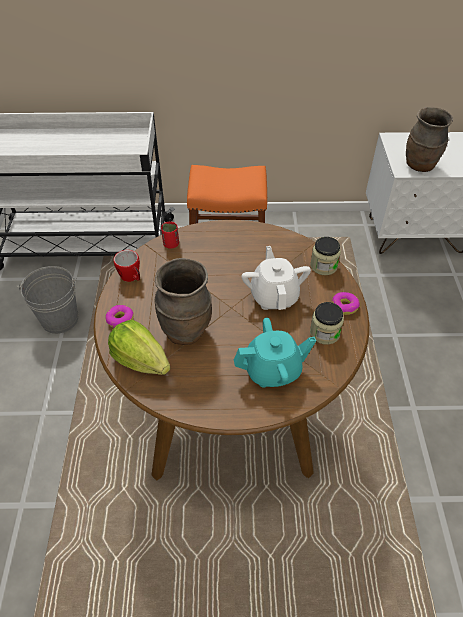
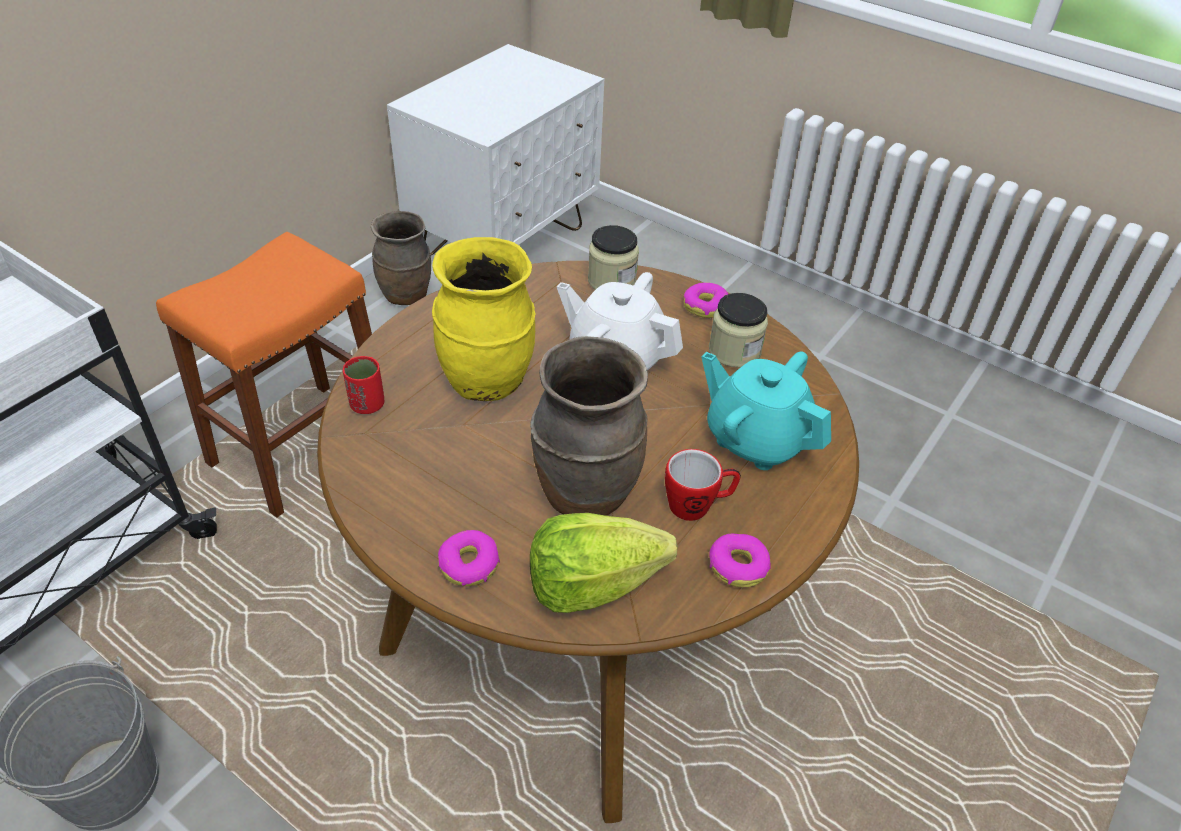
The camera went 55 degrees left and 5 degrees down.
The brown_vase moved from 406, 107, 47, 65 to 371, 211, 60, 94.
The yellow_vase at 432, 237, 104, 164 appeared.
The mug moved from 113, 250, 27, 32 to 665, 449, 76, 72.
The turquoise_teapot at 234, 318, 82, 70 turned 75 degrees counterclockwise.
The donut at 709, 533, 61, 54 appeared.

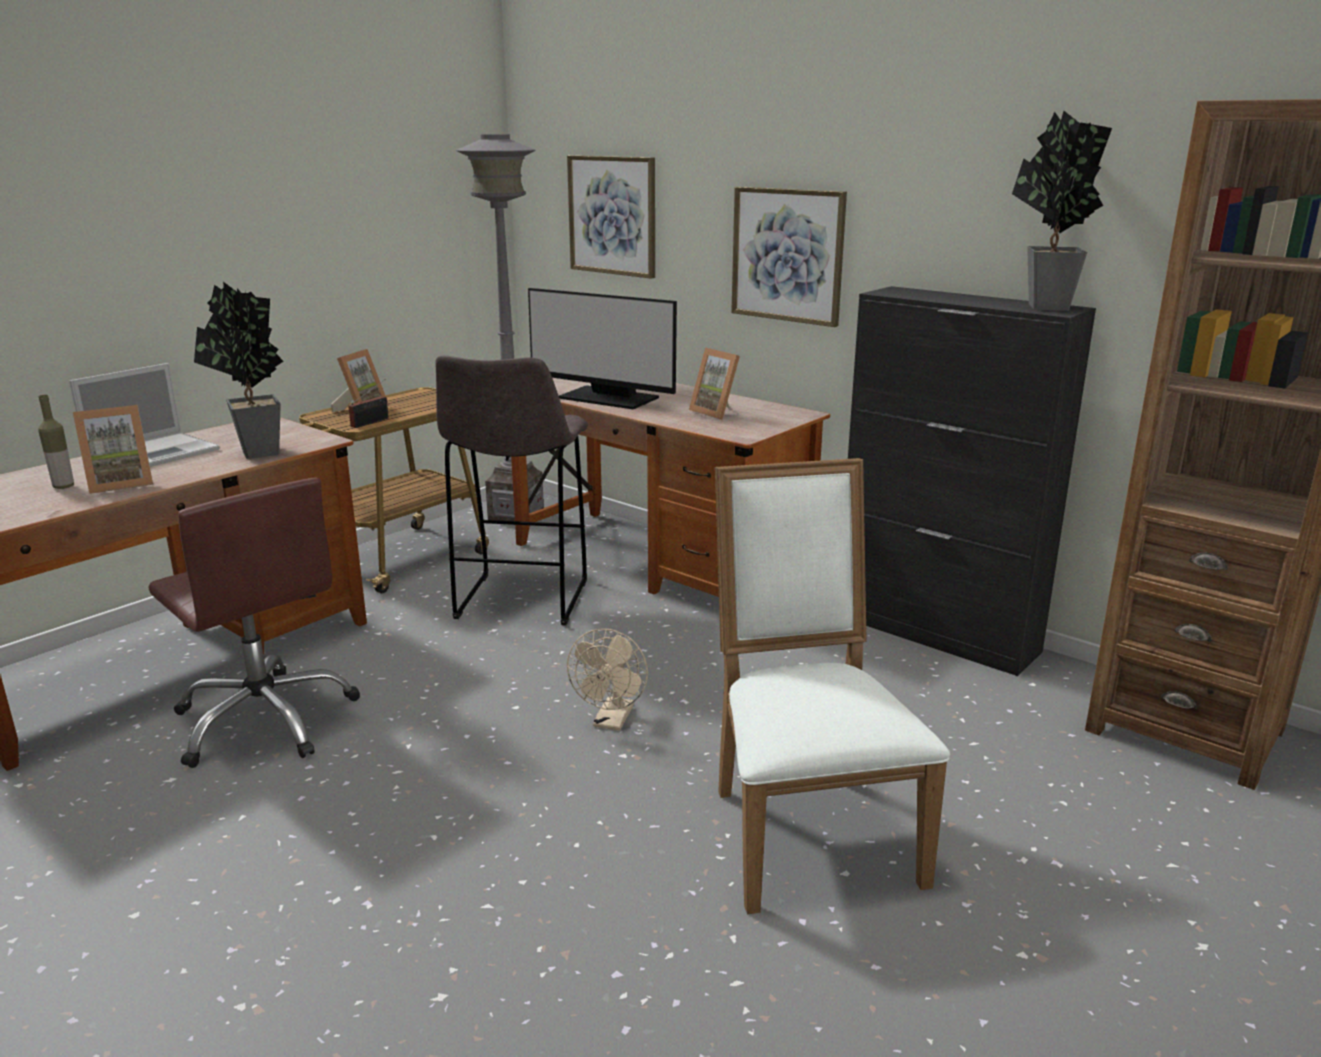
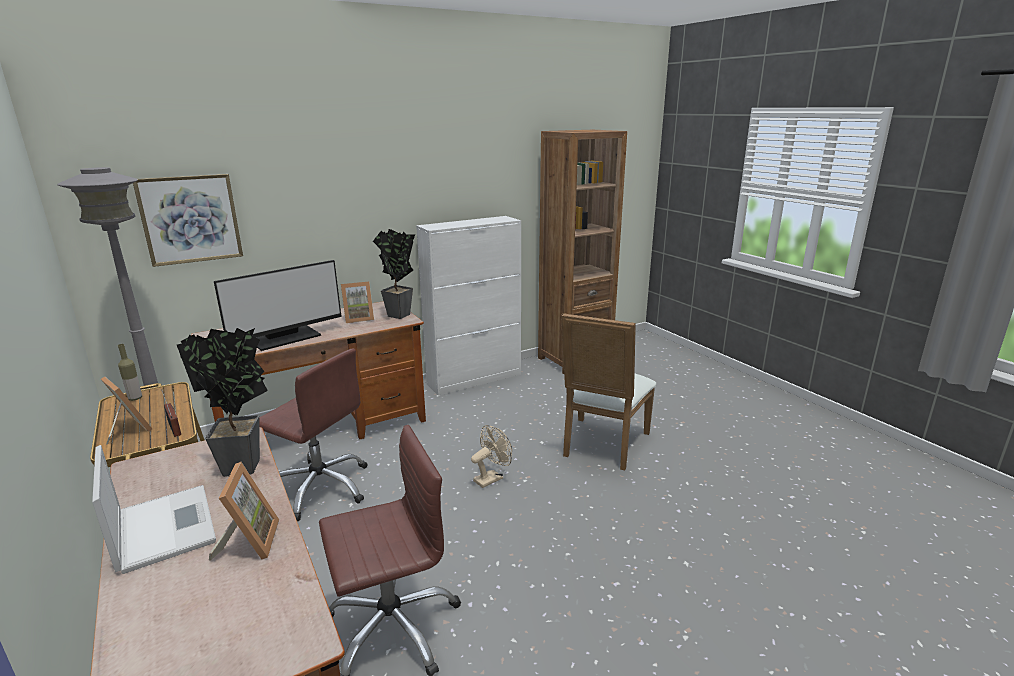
The camera went 70 degrees left and 0 degrees up.
The bottle moved from 38, 395, 36, 94 to 118, 344, 24, 57.
The grey_stool at 435, 355, 153, 270 was replaced by the brown_office_chair at 259, 348, 108, 173.
The potted_plant moved from 1012, 111, 100, 200 to 373, 229, 42, 90.
The black_cabinet at 848, 286, 248, 390 became the white_cabinet at 416, 216, 105, 180.
The beige_fan at 567, 629, 81, 101 turned 75 degrees counterclockwise.
The white_chair at 715, 458, 235, 456 turned 75 degrees counterclockwise.
The picture at 731, 187, 116, 140 disappeared.

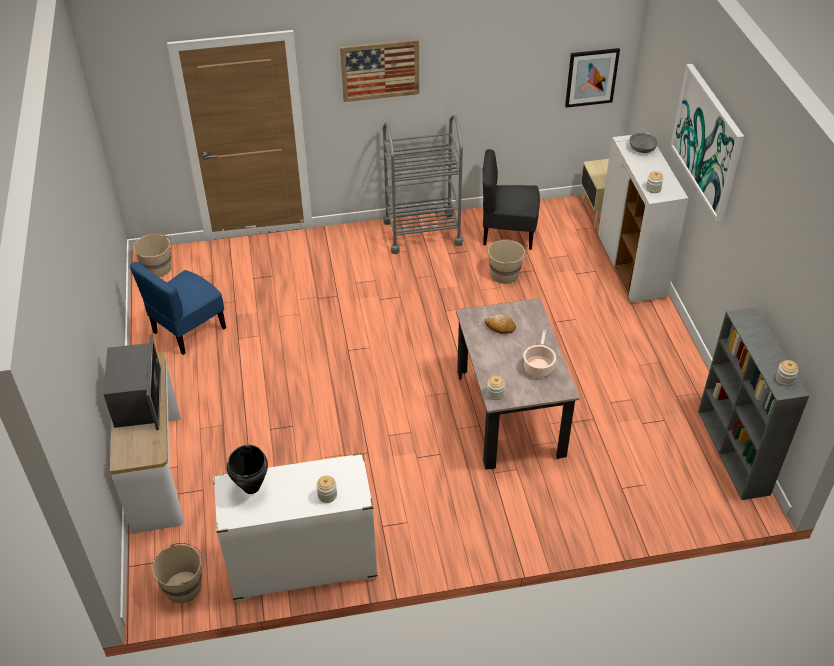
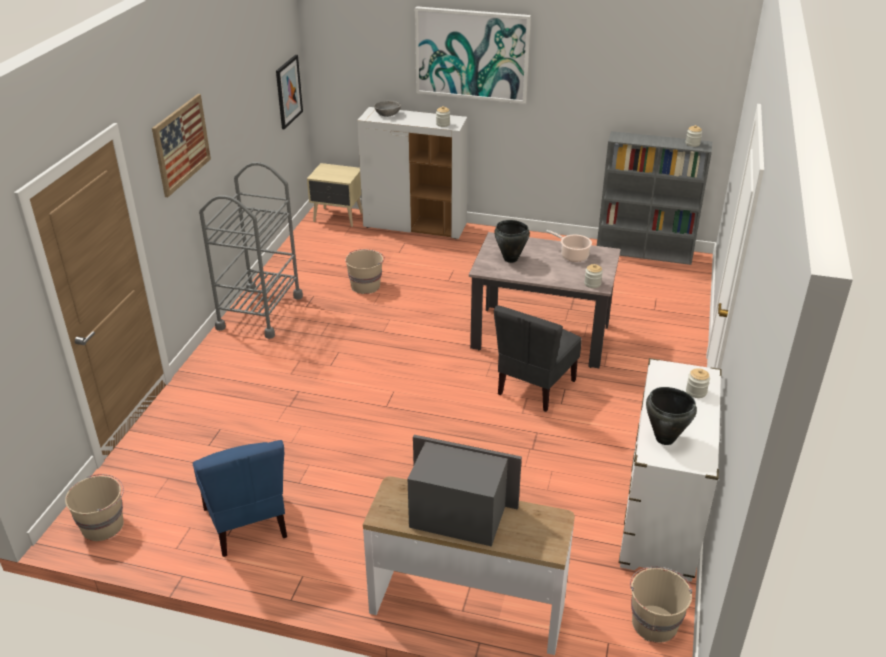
The camera went 65 degrees left and 10 degrees down.
The bread at 484, 315, 32, 19 was replaced by the black_cooking_pot at 494, 220, 36, 43.
The grey_chair moved from 483, 149, 57, 101 to 494, 305, 88, 107.

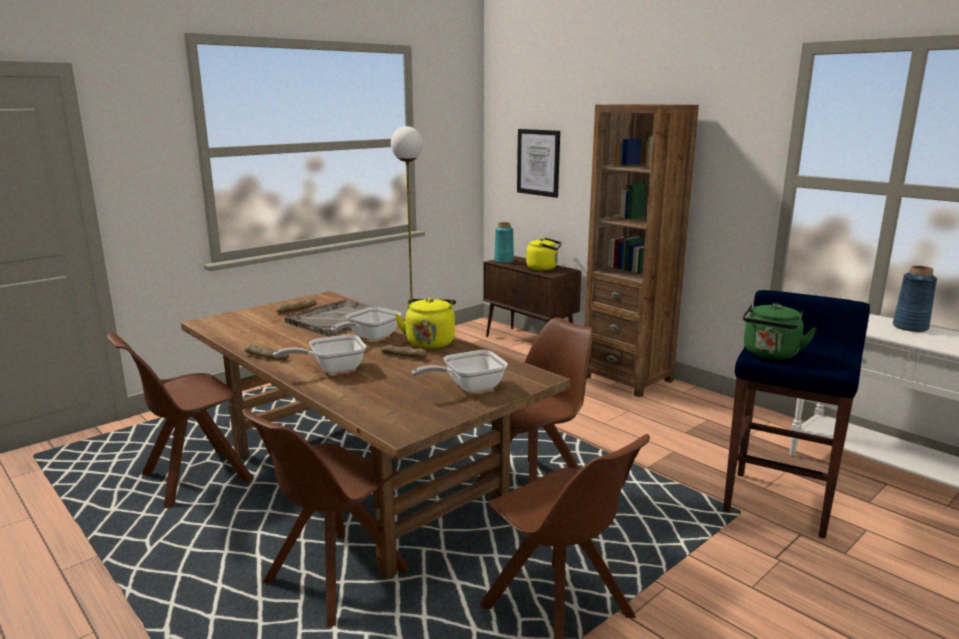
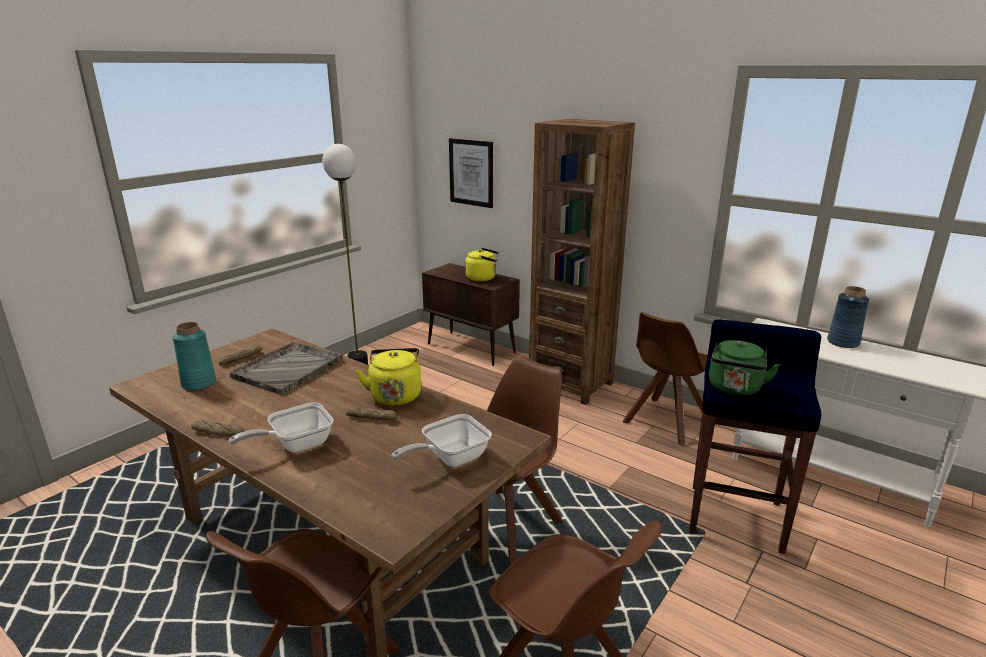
The camera went 10 degrees left and 5 degrees up.
The turquoise_vase moved from 494, 222, 20, 41 to 173, 322, 43, 68.
The brown_chair moved from 107, 333, 146, 175 to 623, 312, 85, 134.
The frying_pan at 331, 307, 70, 33 disappeared.

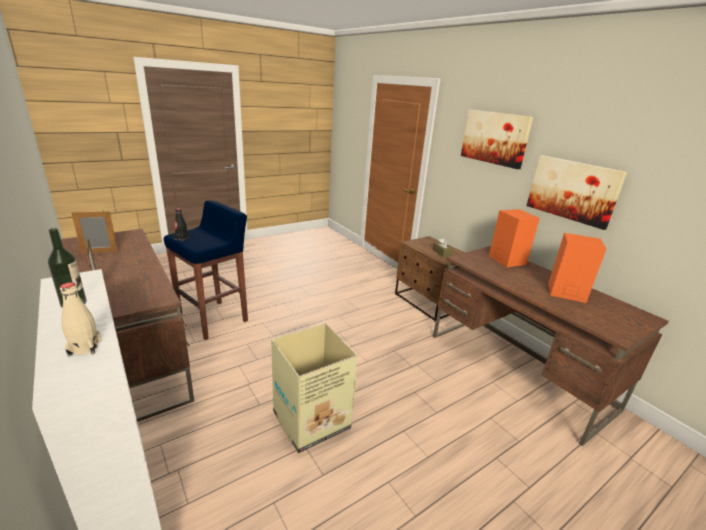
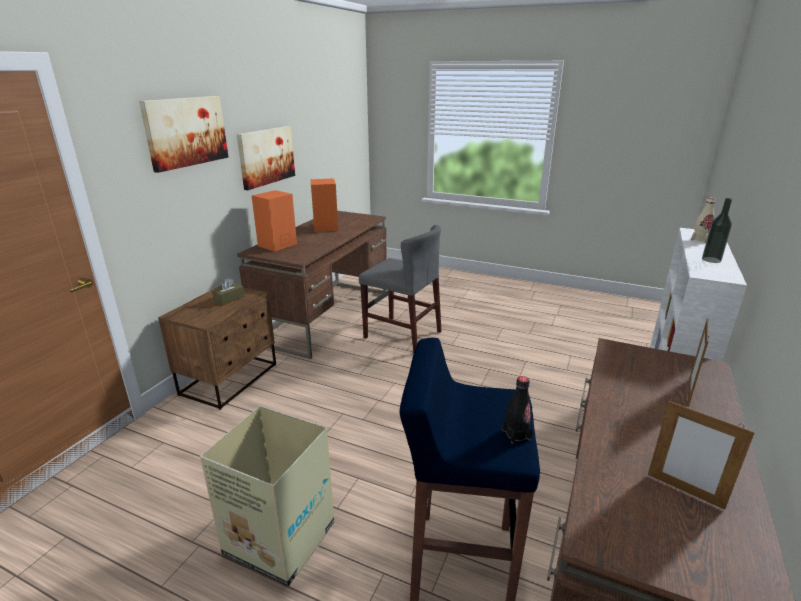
The camera went 120 degrees left and 0 degrees up.
The cardboard_box moved from 271, 323, 86, 130 to 200, 406, 134, 181.
The grey_chair at 359, 225, 83, 129 appeared.

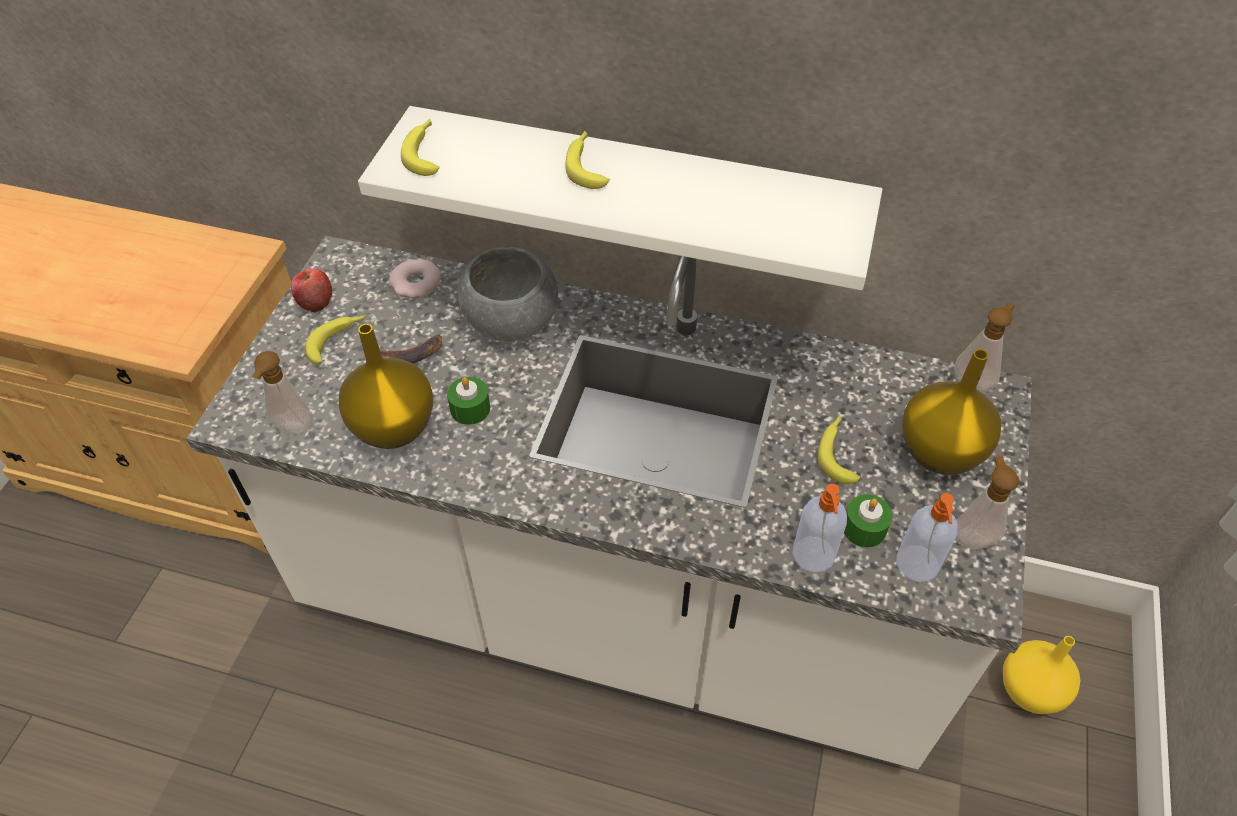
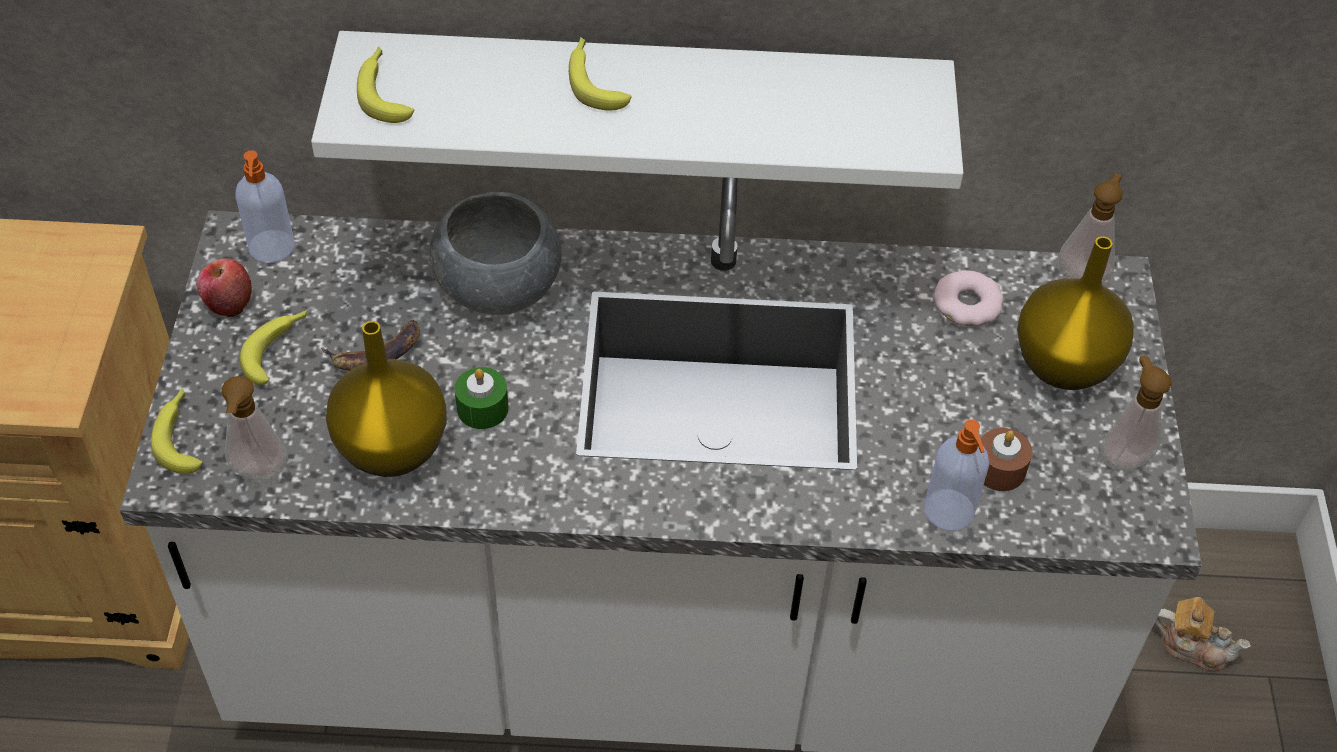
The camera went 15 degrees left and 0 degrees up.
The banana moved from 818, 416, 42, 68 to 151, 388, 52, 86.
The soap_dispenser moved from 896, 493, 62, 89 to 235, 150, 60, 113.
The donut moved from 389, 259, 52, 39 to 933, 270, 71, 56.
The green_candle at 844, 494, 49, 54 became the brown_candle at 981, 428, 51, 63.
The yellow_vase at 1003, 636, 77, 78 was replaced by the teapot at 1155, 597, 96, 74.

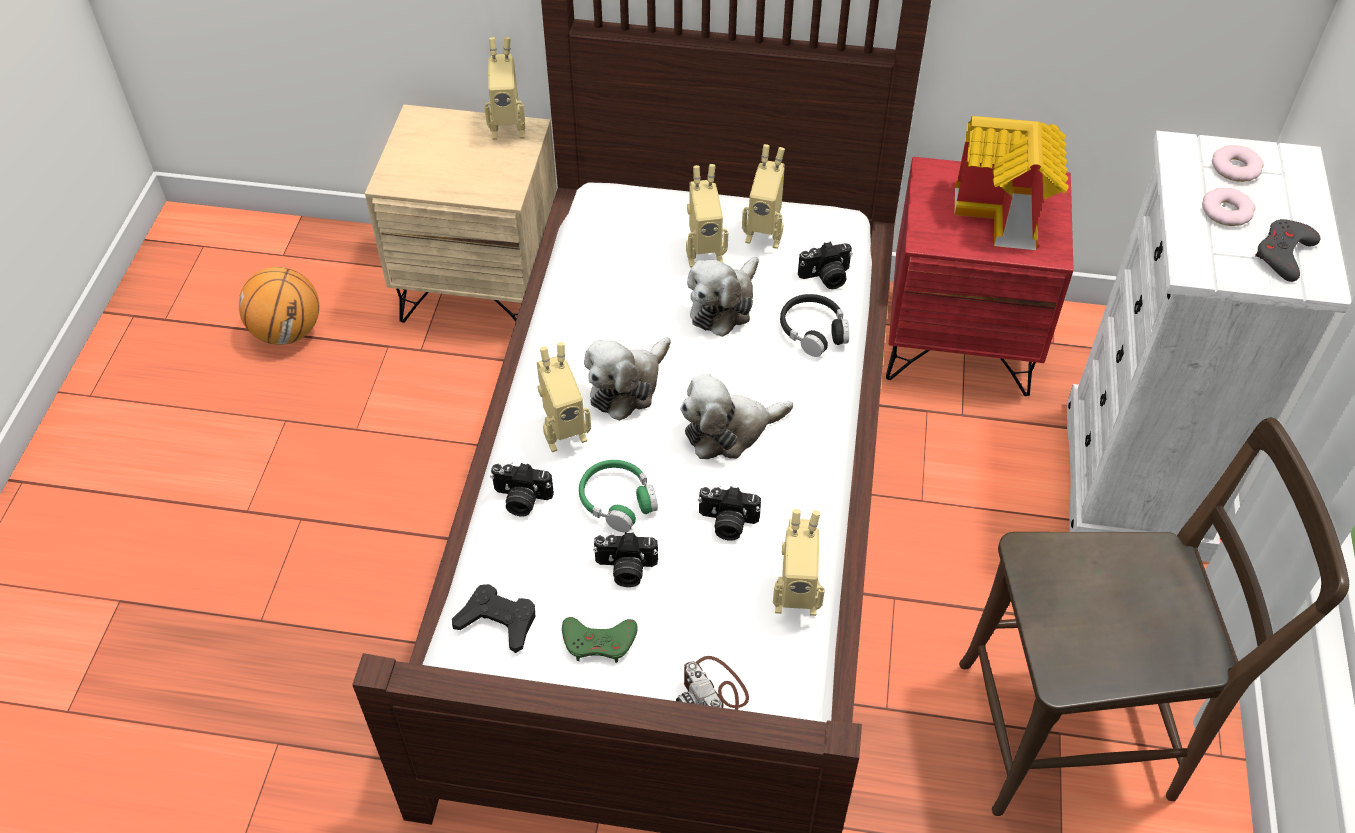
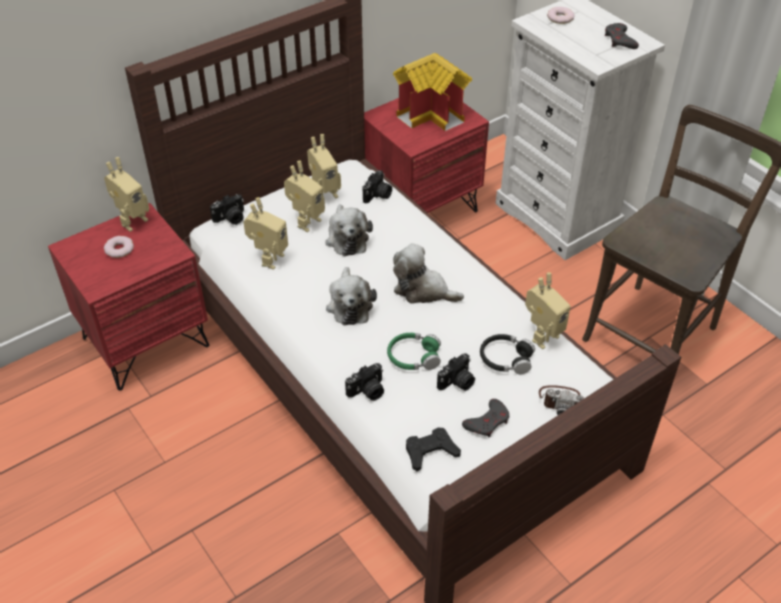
The camera went 45 degrees left and 5 degrees down.
The beige_nightstand at 365, 105, 192, 218 became the red_nightstand at 48, 203, 161, 188.
The donut moved from 1202, 188, 54, 38 to 104, 236, 30, 22.
The photo_camera moved from 698, 485, 63, 56 to 210, 194, 34, 31.
The toy_robot moved from 537, 342, 54, 110 to 243, 197, 45, 73.
The plush_toy at 680, 374, 113, 85 turned 90 degrees clockwise.
The green_game_controller at 562, 617, 76, 46 became the grey_game_controller at 462, 399, 47, 38.
The black_headphones moved from 780, 294, 69, 63 to 480, 334, 55, 40.
The basketball at 239, 267, 80, 78 disappeared.

